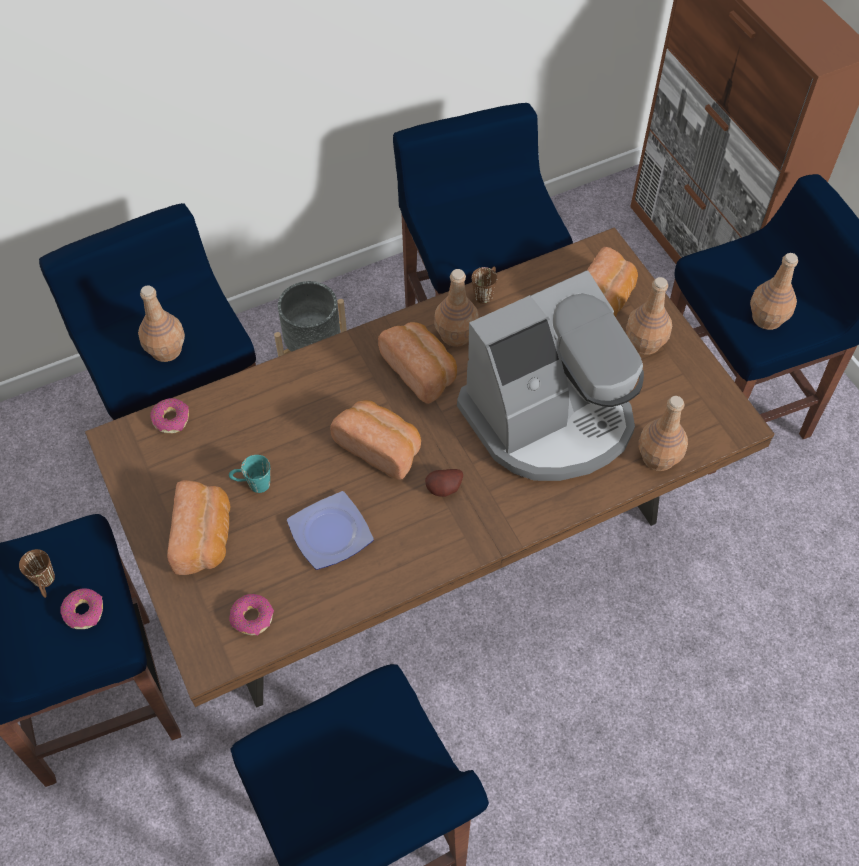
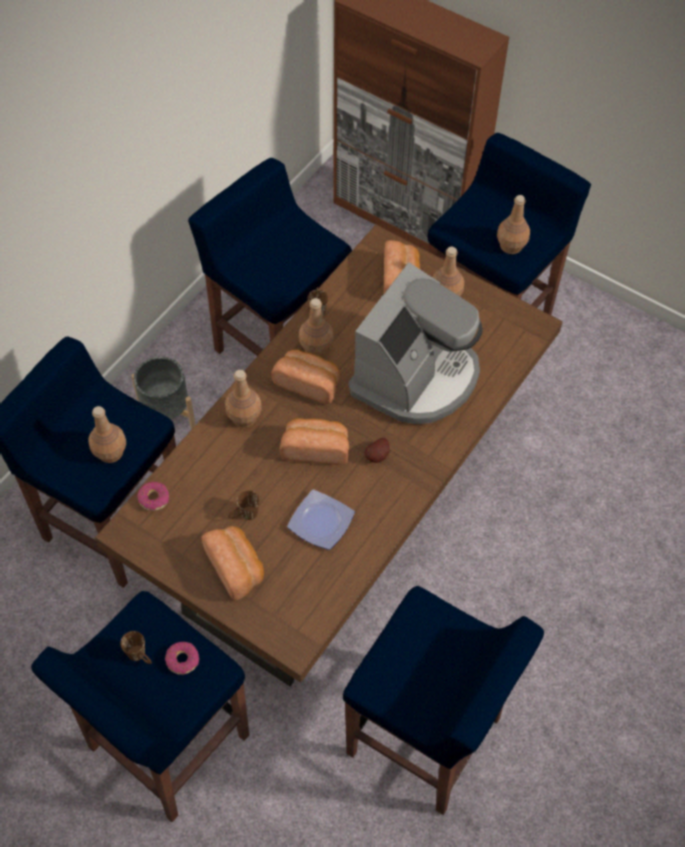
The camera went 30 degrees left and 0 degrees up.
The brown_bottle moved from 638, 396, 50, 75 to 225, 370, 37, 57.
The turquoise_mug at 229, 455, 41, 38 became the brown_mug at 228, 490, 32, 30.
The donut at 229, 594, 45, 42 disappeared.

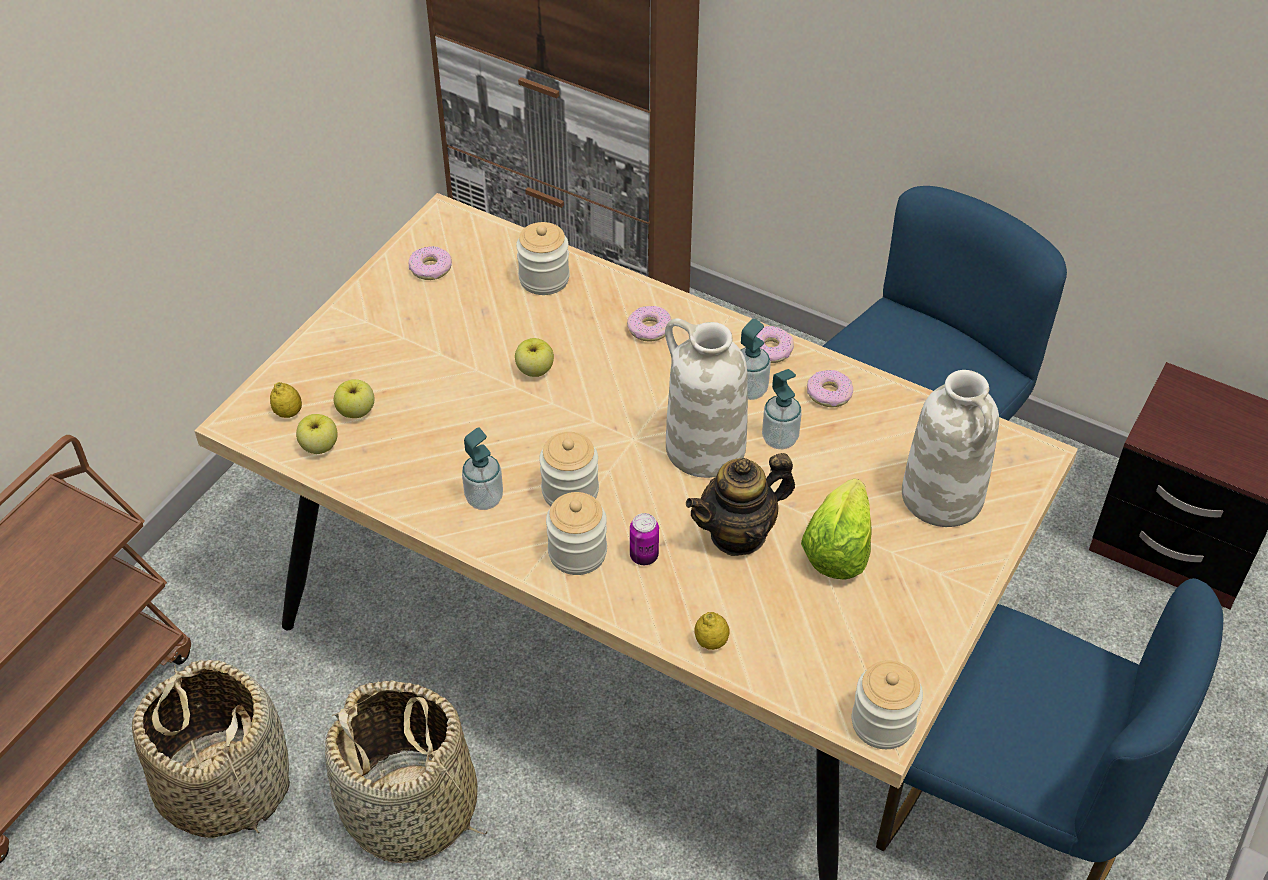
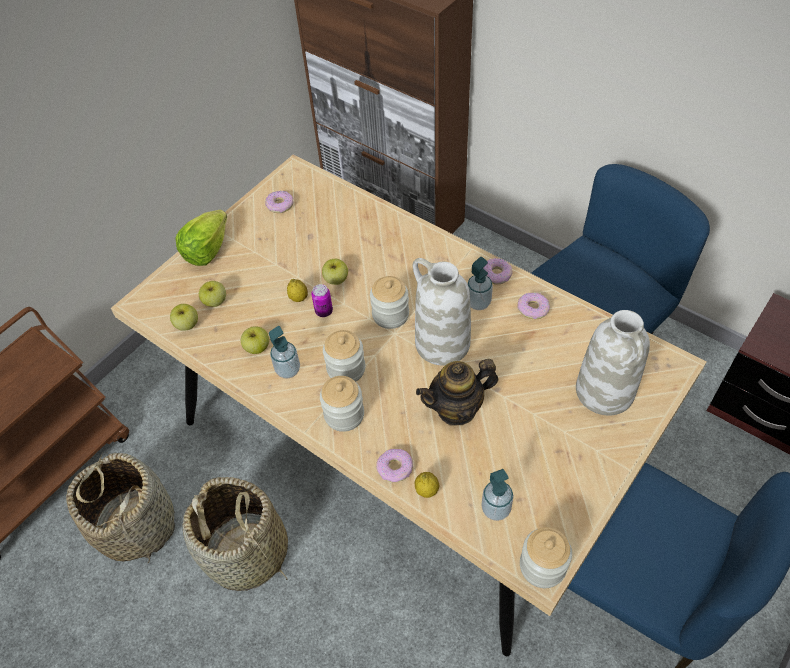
The camera went 10 degrees right and 5 degrees up.
The lettuce moved from 801, 479, 70, 101 to 175, 209, 52, 57.
The apple at 241, 326, 28, 28 appeared.
The lemon moved from 270, 382, 32, 36 to 287, 279, 21, 23.
The can moved from 630, 513, 29, 52 to 311, 284, 22, 33.
The jar moved from 516, 222, 54, 73 to 370, 276, 39, 53.
The donut moved from 627, 306, 45, 35 to 376, 449, 37, 34.
The soap_dispenser moved from 762, 369, 40, 80 to 481, 469, 33, 52.

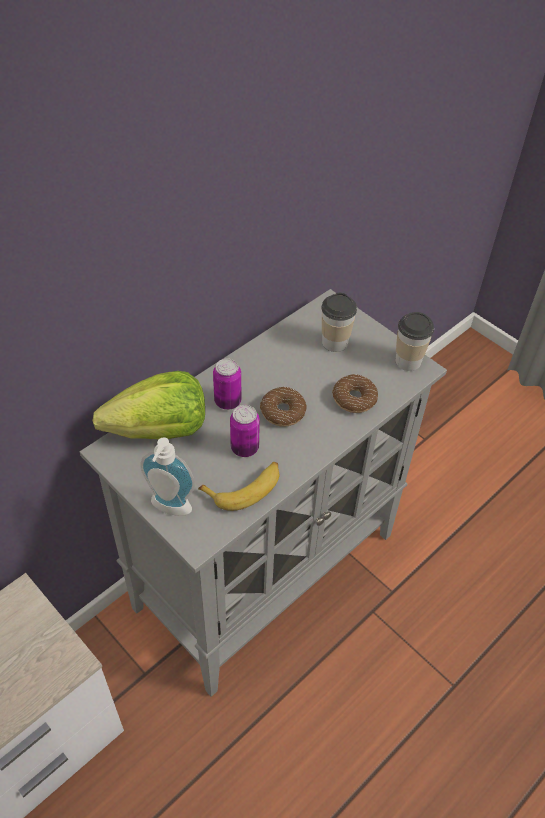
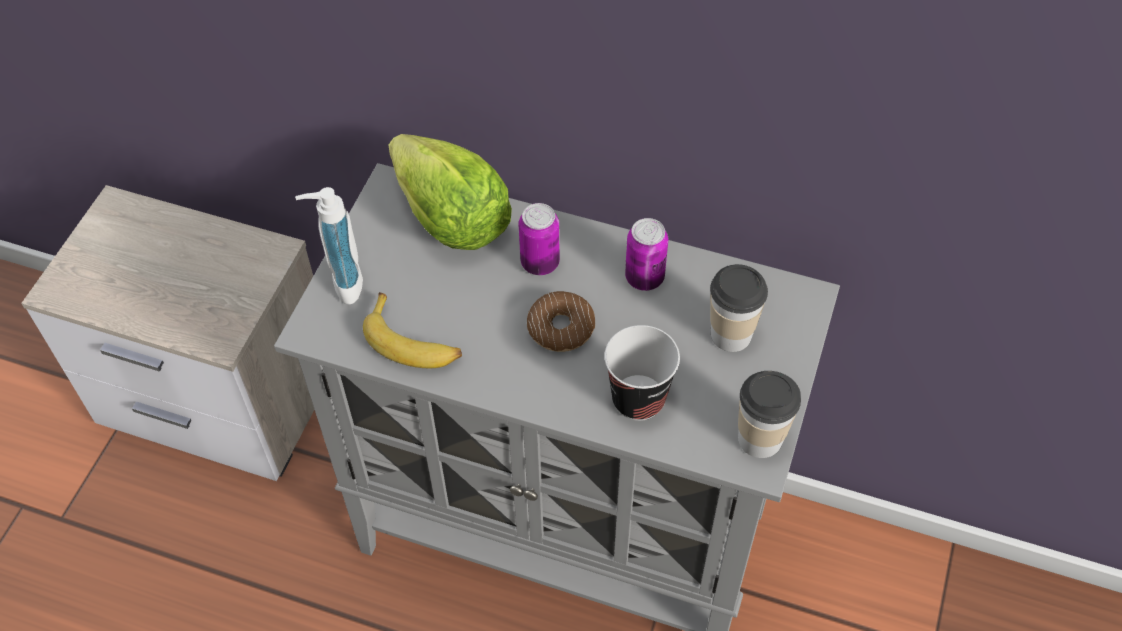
The camera went 65 degrees right and 5 degrees up.
The donut at 332, 374, 46, 39 was replaced by the cup at 604, 325, 76, 96.
The can moved from 230, 405, 30, 52 to 625, 218, 43, 73.

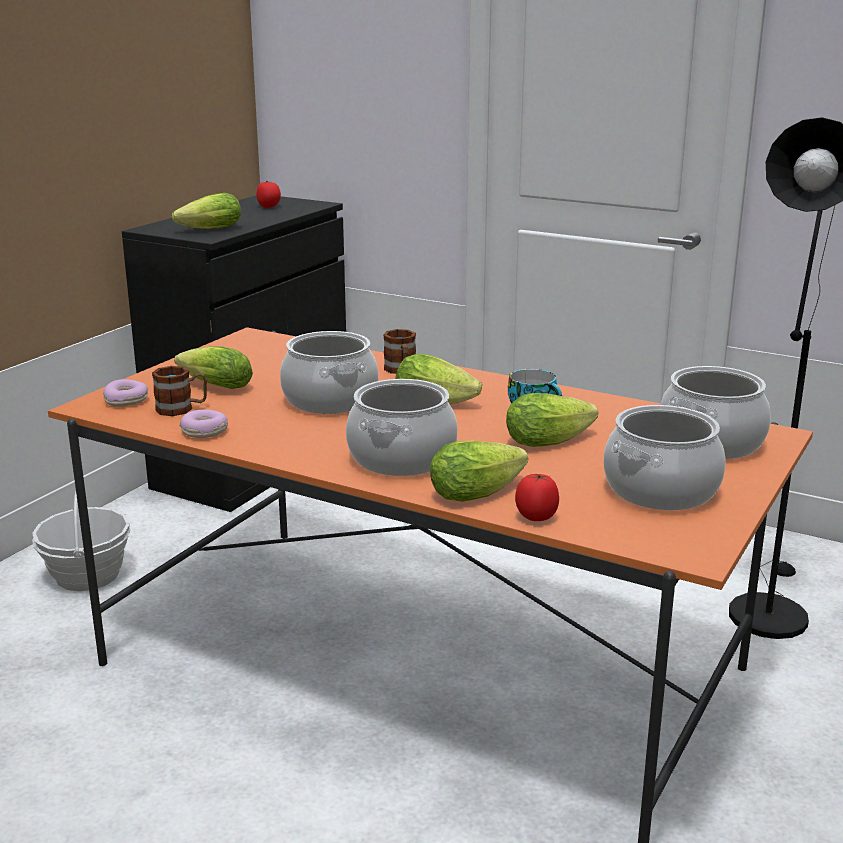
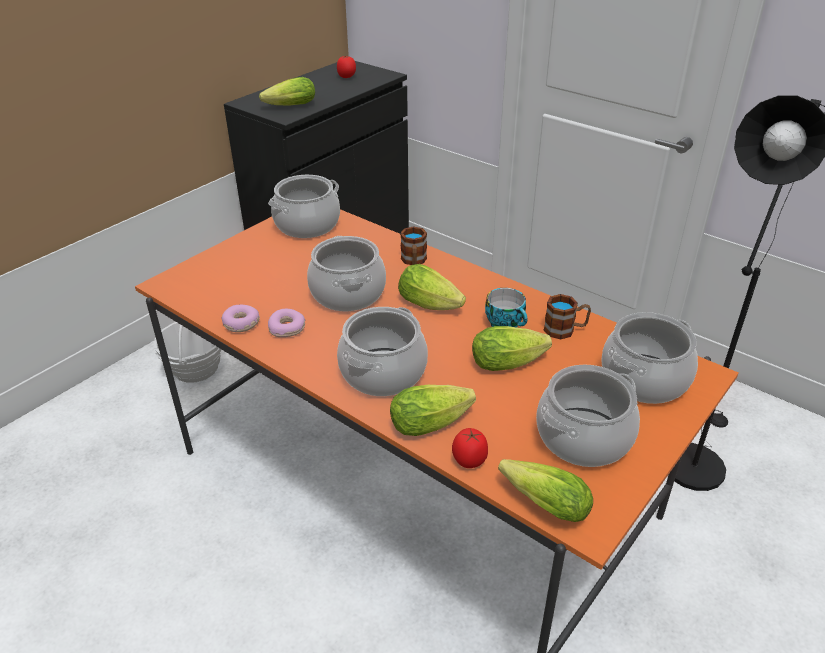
The camera went 10 degrees right and 15 degrees up.
The cooking_pot at 268, 175, 72, 63 appeared.
The donut moved from 103, 379, 45, 28 to 268, 309, 37, 28.
The lettuce moved from 174, 346, 79, 43 to 498, 459, 95, 63.
The mug moved from 152, 366, 55, 50 to 544, 294, 47, 45.

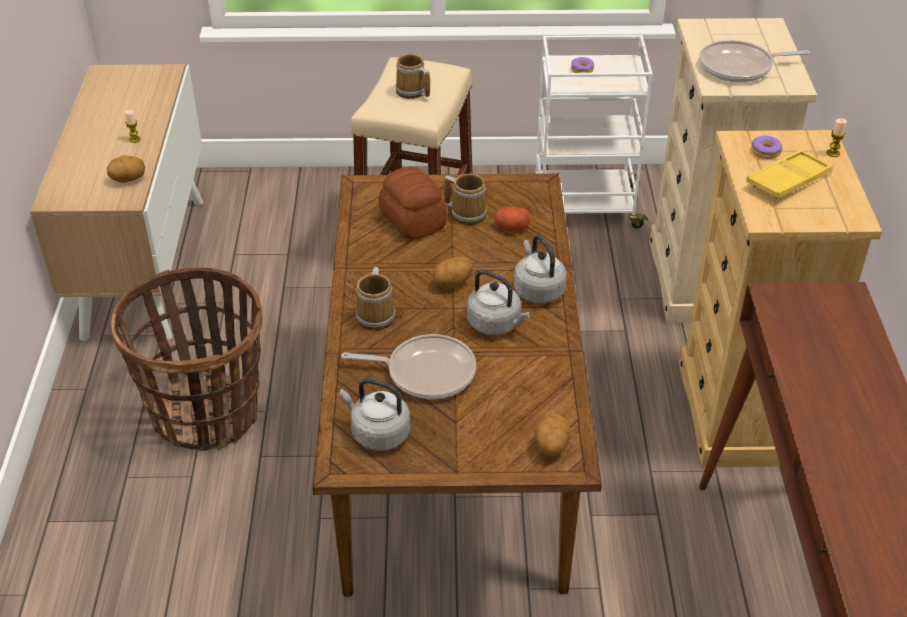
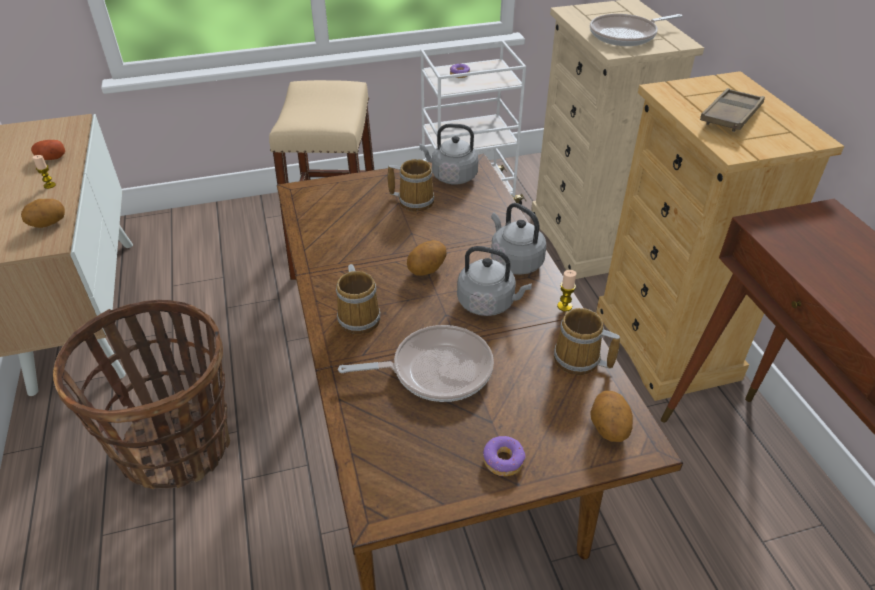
The camera went 15 degrees left and 0 degrees up.
The potato moved from 494, 207, 36, 24 to 31, 140, 34, 20.
The grey_kettle moved from 340, 378, 70, 73 to 419, 124, 59, 60.
The donut moved from 751, 135, 32, 24 to 483, 436, 43, 40.
The mug moved from 395, 54, 35, 45 to 554, 308, 66, 67.
The candle moved from 826, 118, 21, 39 to 557, 270, 19, 42.
The yellow_tray at 746, 150, 87, 49 became the brown_tray at 700, 88, 65, 44.
The bread at 378, 167, 69, 73 disappeared.

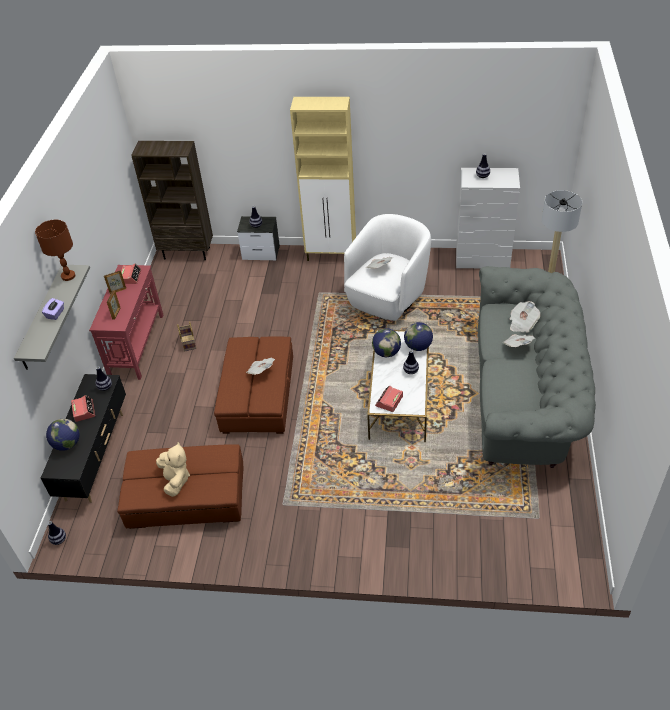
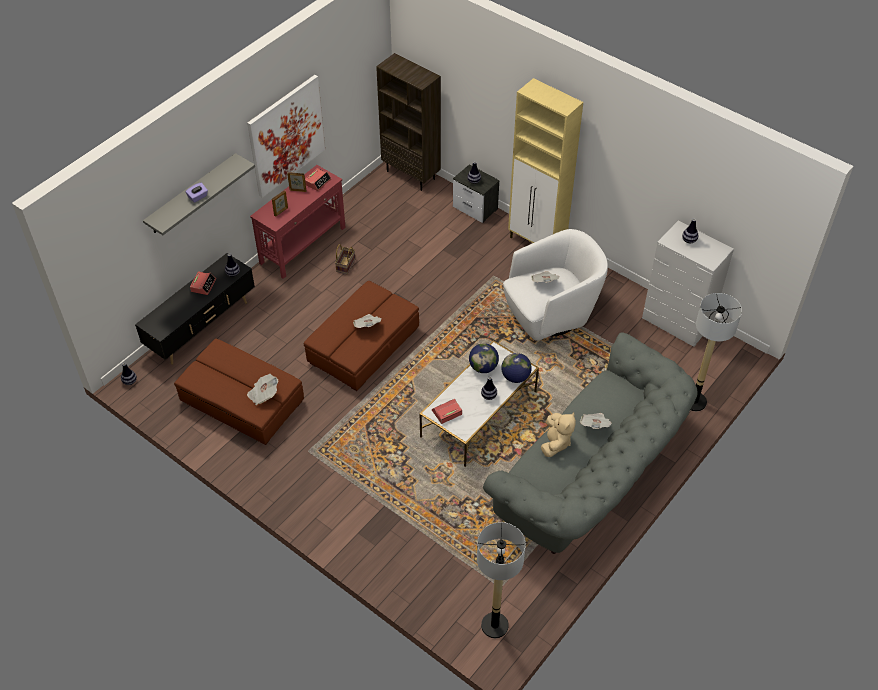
The camera went 30 degrees right and 5 degrees up.
The picture at 247, 75, 78, 123 appeared.
The newspaper moved from 510, 301, 30, 32 to 247, 374, 32, 31.
The floor_lamp at 477, 522, 49, 116 appeared.
The beige_plush_toy moved from 156, 442, 34, 55 to 541, 412, 35, 45.
The brown_table_lamp at 35, 220, 40, 61 disappeared.
The globe at 46, 419, 34, 32 disappeared.

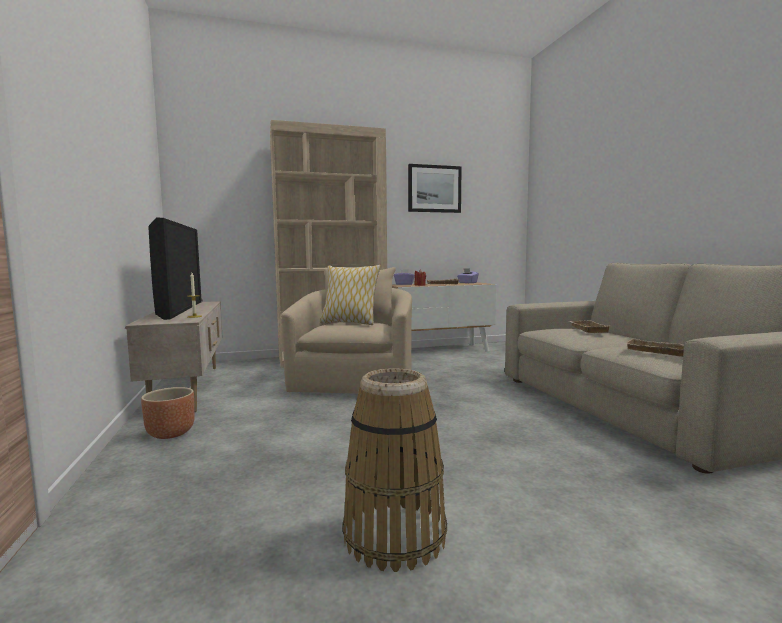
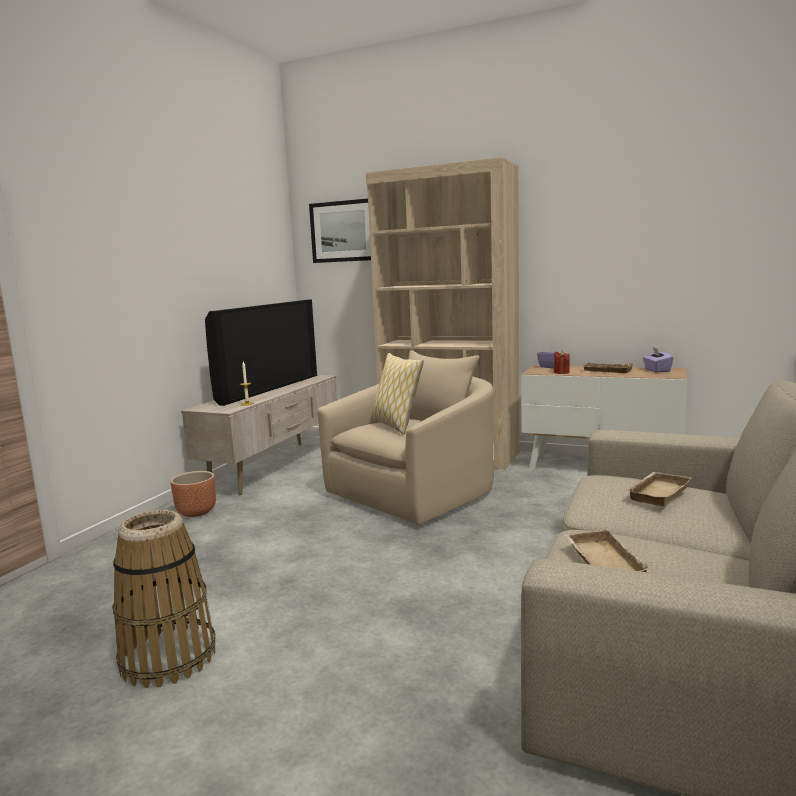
The camera went 40 degrees right and 5 degrees up.
The picture moved from 408, 164, 54, 49 to 309, 199, 62, 64.

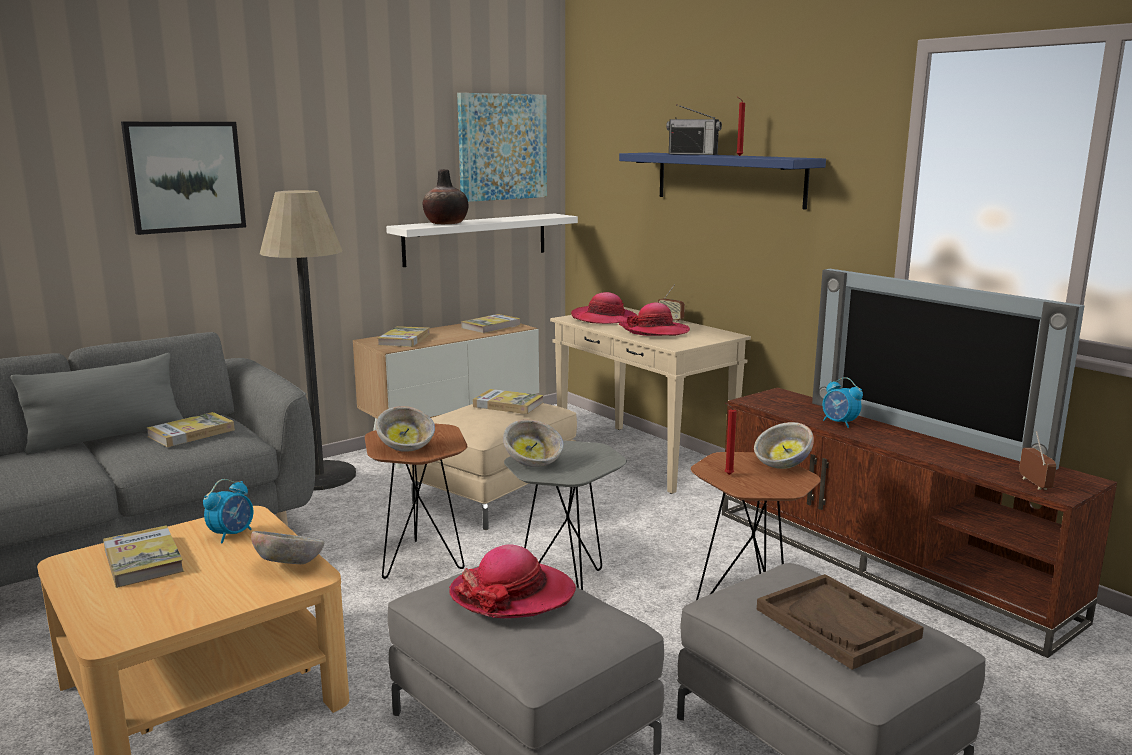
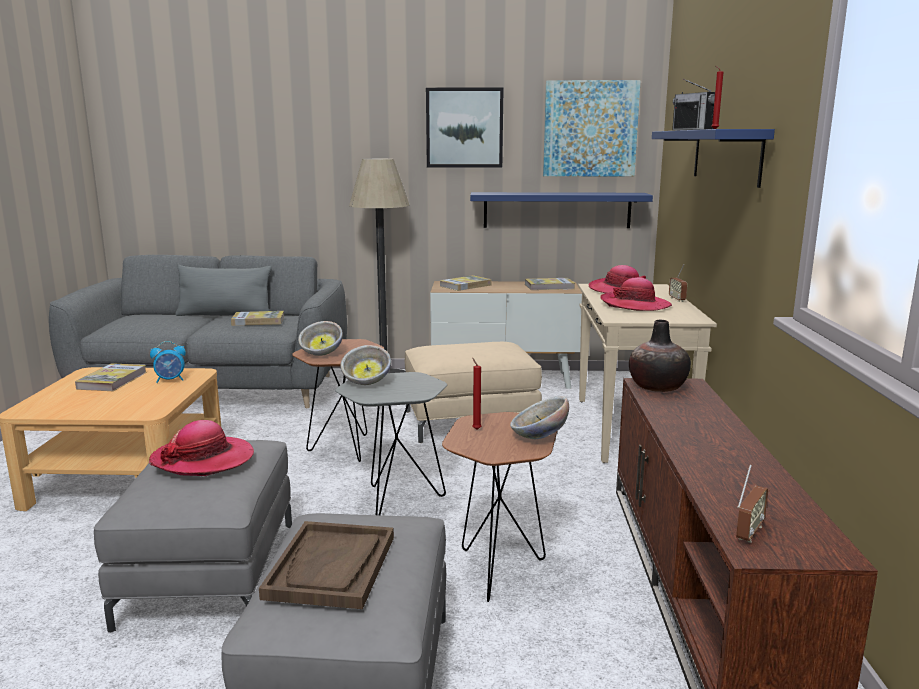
The camera went 40 degrees right and 0 degrees up.
The picture moved from 121, 122, 125, 113 to 426, 87, 78, 81.
The white_shelf at 386, 214, 192, 53 became the blue_shelf at 470, 192, 183, 36.
The vase moved from 423, 169, 46, 55 to 629, 320, 62, 72.
The bowl at 251, 531, 73, 33 disappeared.
The book at 473, 389, 70, 25 disappeared.
The television at 812, 269, 273, 201 disappeared.
The alarm_clock at 822, 377, 41, 51 disappeared.

